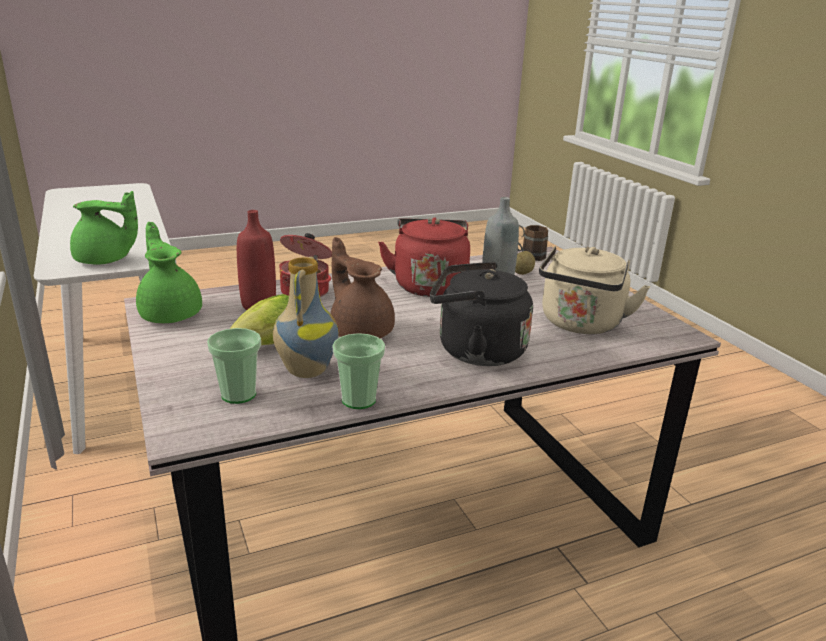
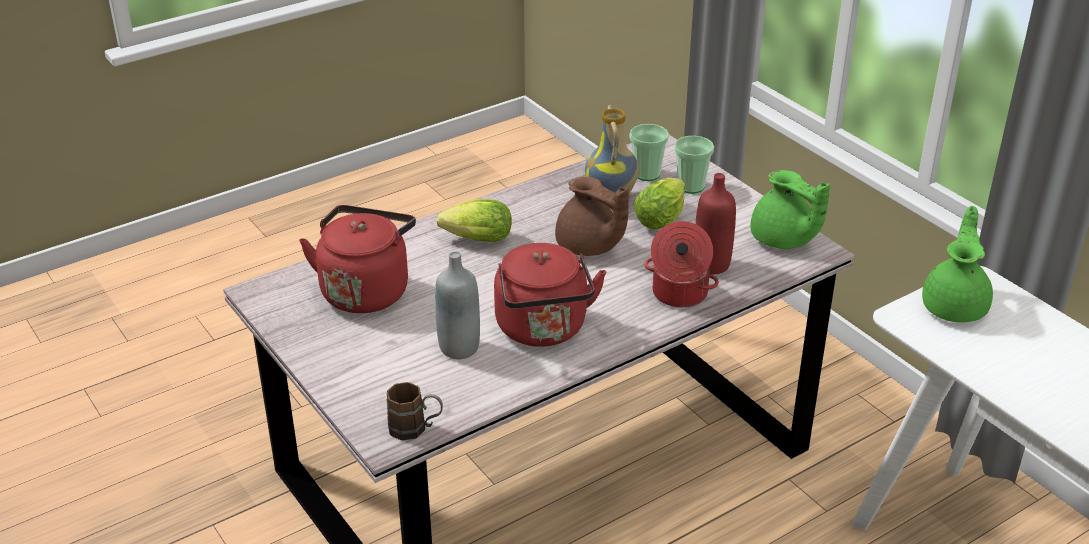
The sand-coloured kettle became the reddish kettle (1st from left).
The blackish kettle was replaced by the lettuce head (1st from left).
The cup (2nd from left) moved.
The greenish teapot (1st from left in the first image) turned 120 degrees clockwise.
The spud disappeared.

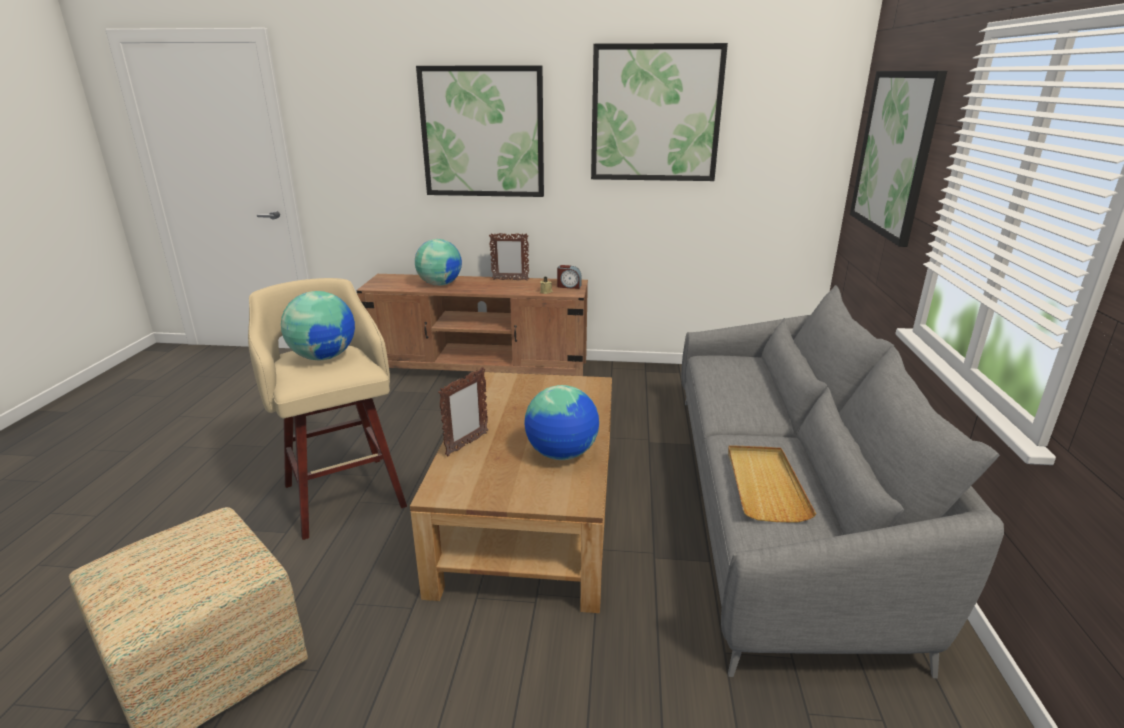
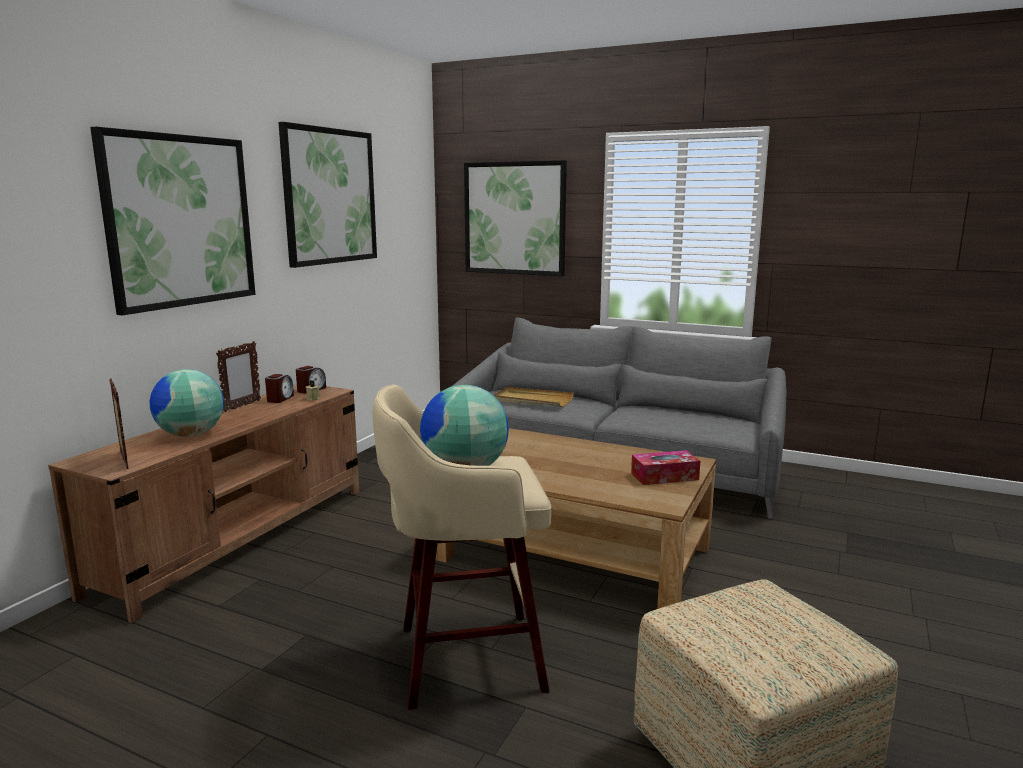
The photo frame (1st from left) moved.
The table clock (1st from left) appeared.
The sand-coloured carrying tray moved.
The box of tissues appeared.
The desk globe (3rd from left) disappeared.

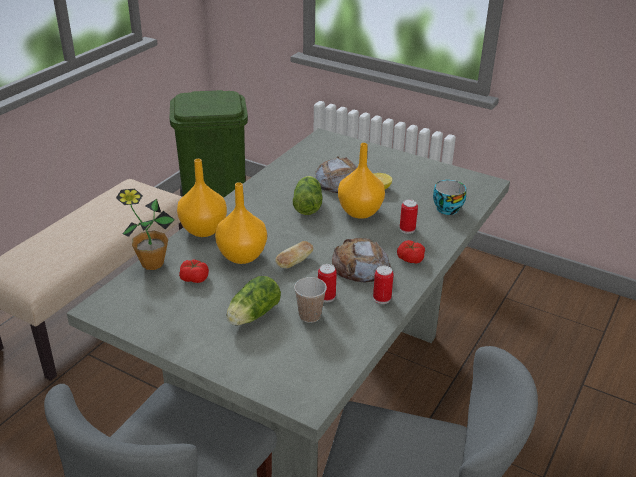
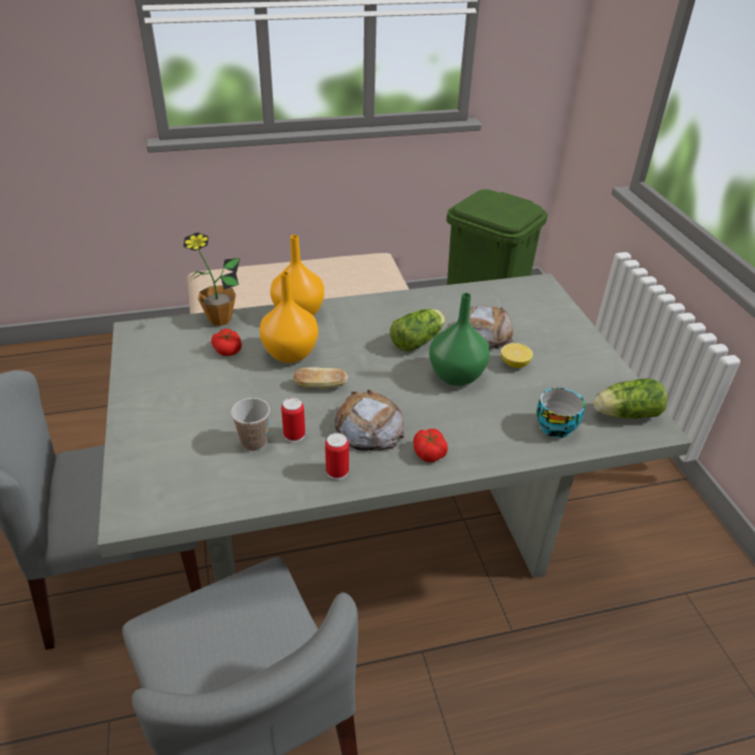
The orangey flower vase (3rd from left) became the greenish flower vase.
The lettuce head (1st from left in the first image) moved.
The sealed can (3rd from left) disappeared.

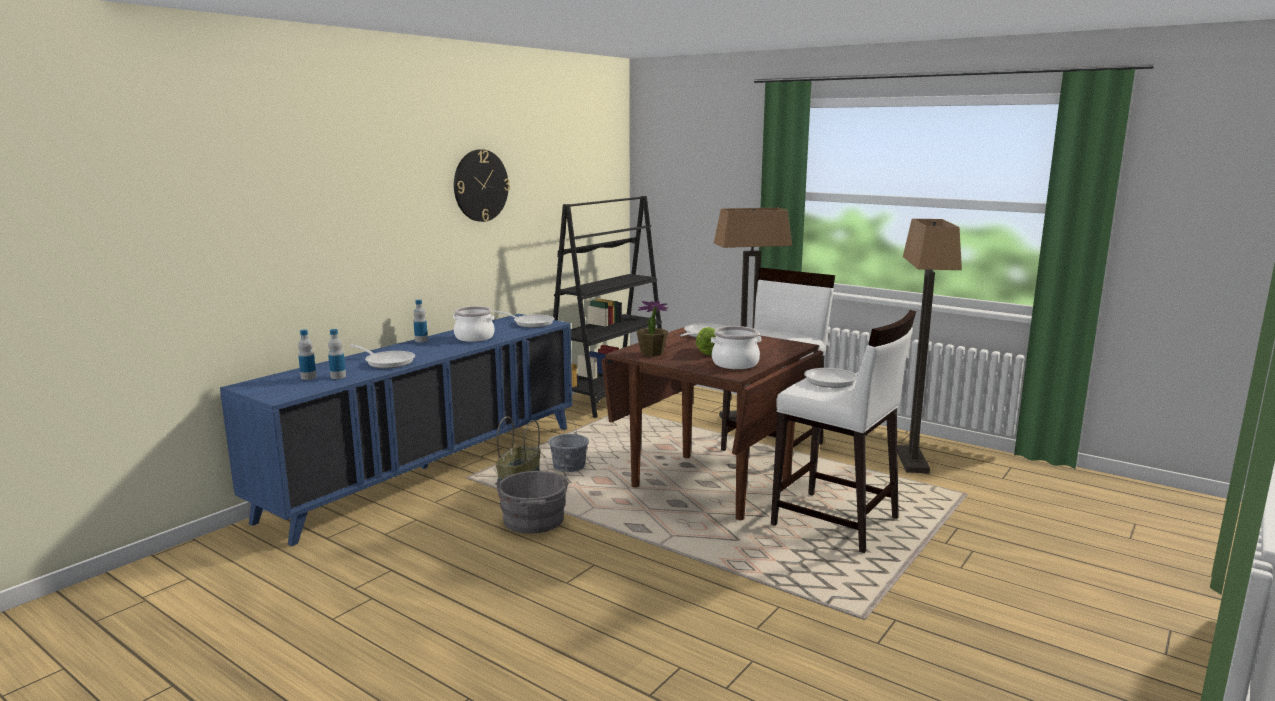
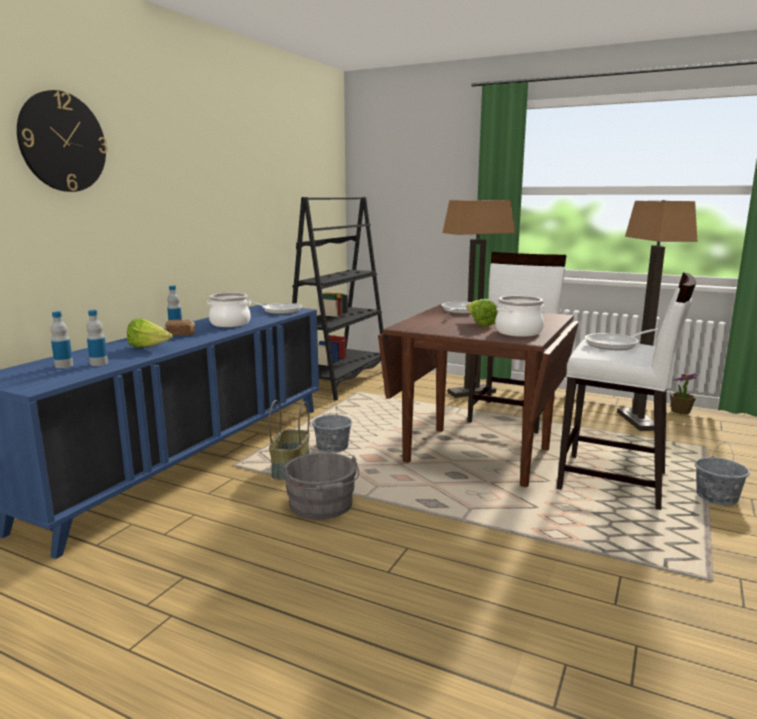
The clock on the wall moved.
The pan (1st from left) was replaced by the lettuce head (1st from left).
The bakery bread appeared.
The plant in a pot moved.
The grey pail (3rd from left) appeared.

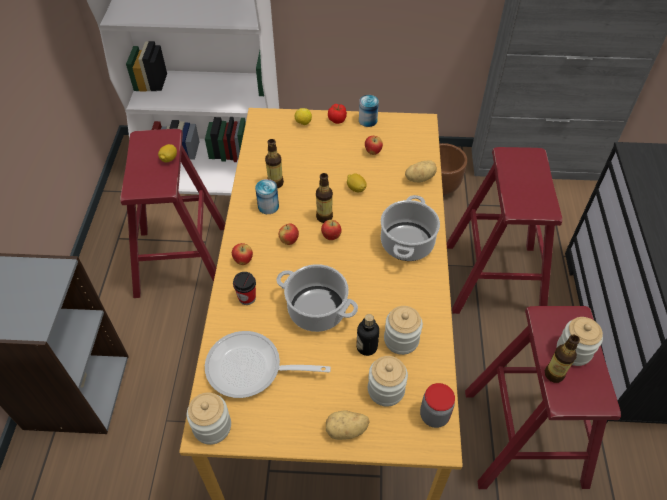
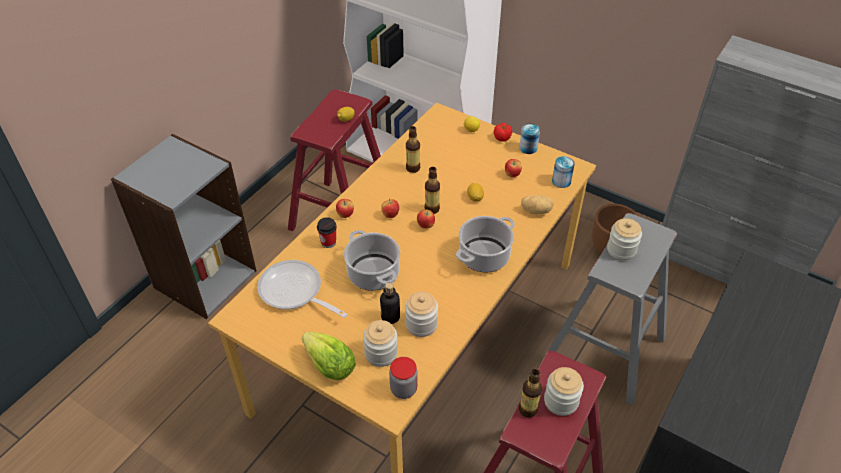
The spud (1st from left) was replaced by the lettuce head.
The reddish sitting stool (2nd from left) became the grey sitting stool.
The sealed can (1st from left in the first image) moved.
The jar (1st from left in the first image) moved.

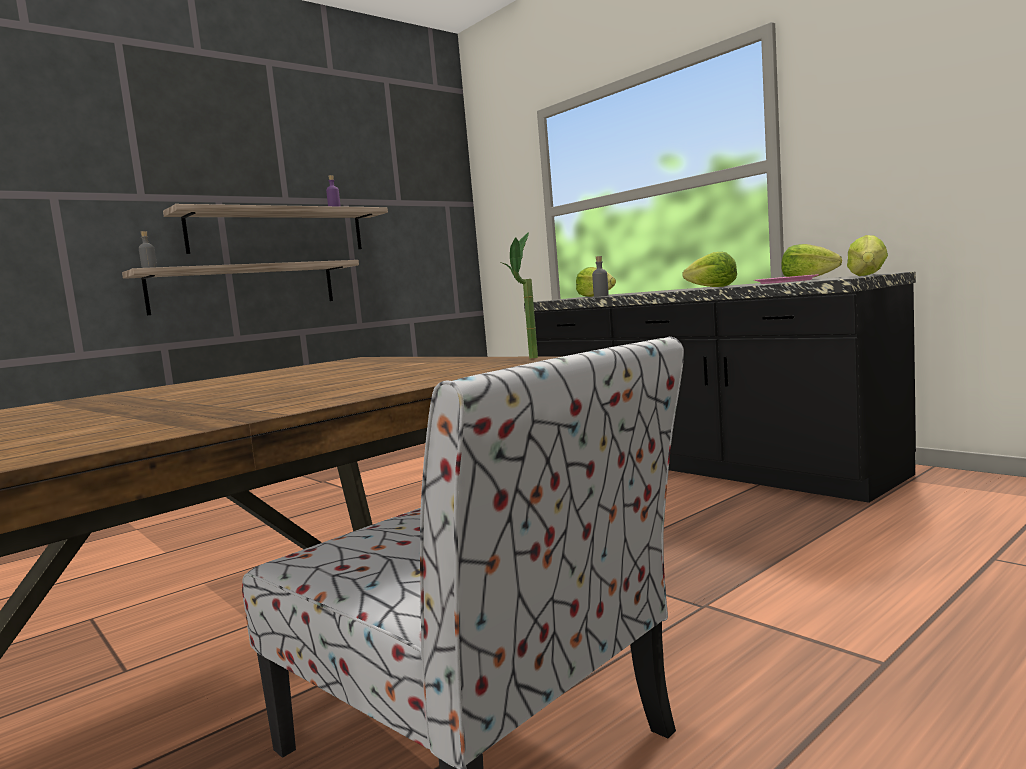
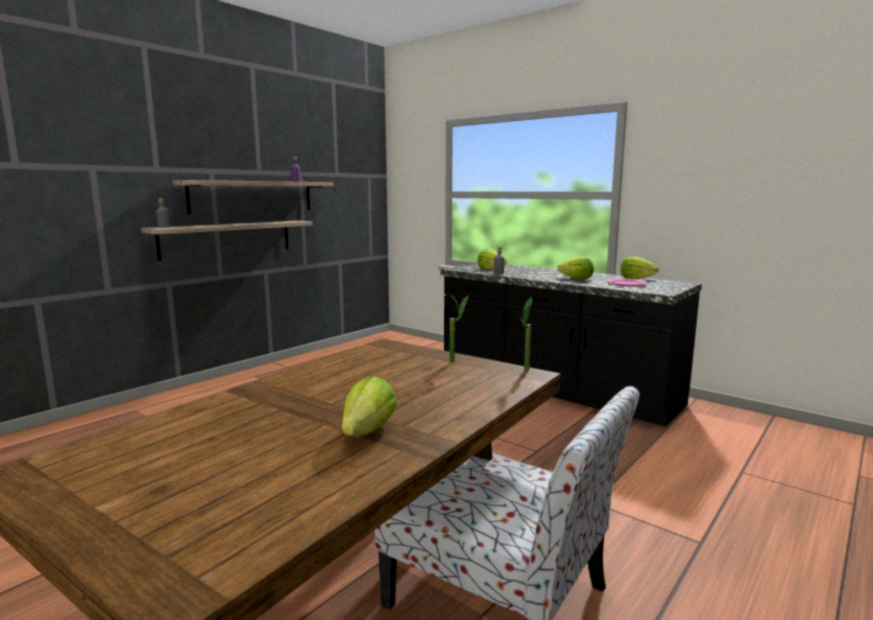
The lettuce head (4th from left in the first image) moved.
The plant in a pot (1st from left) appeared.

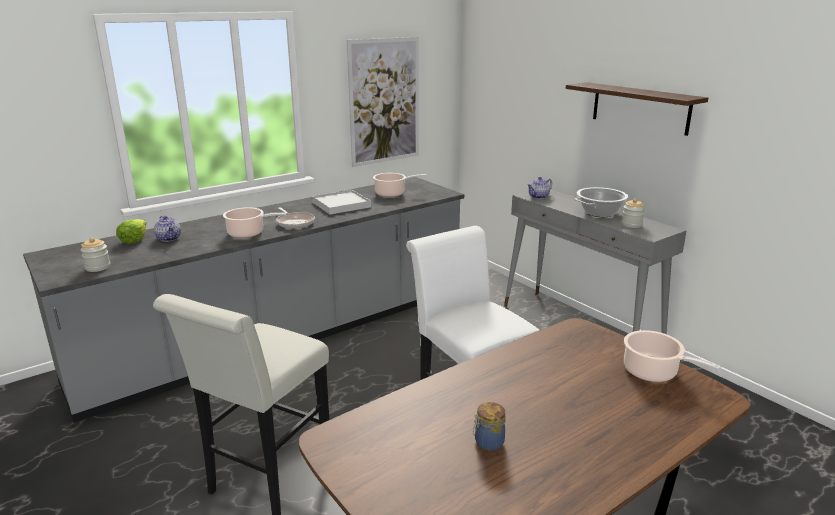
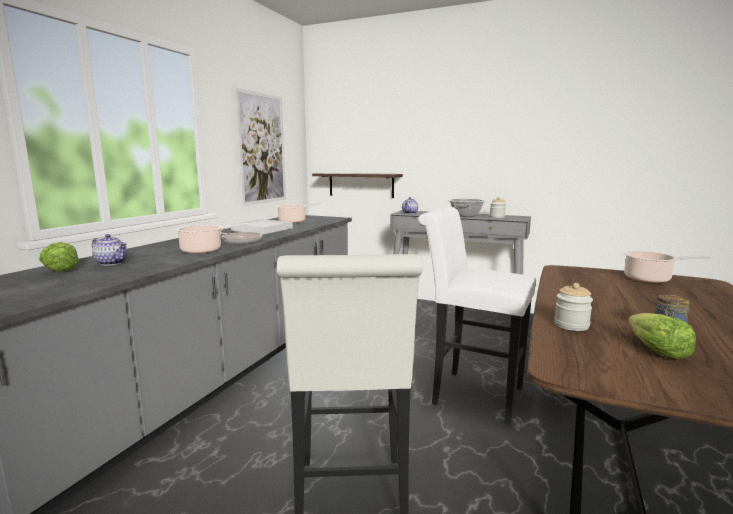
The wall shelf moved.
The jar (1st from left in the first image) moved.
The lettuce head (2nd from left) appeared.

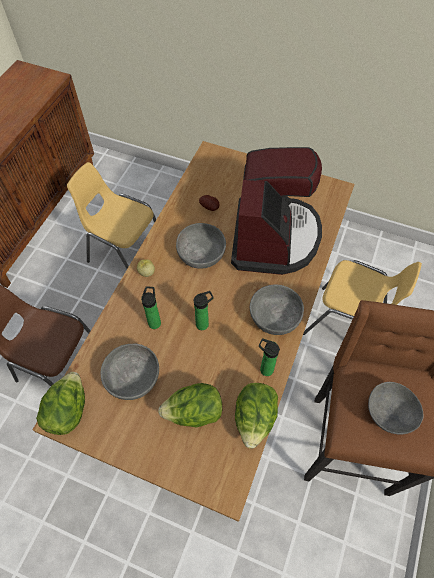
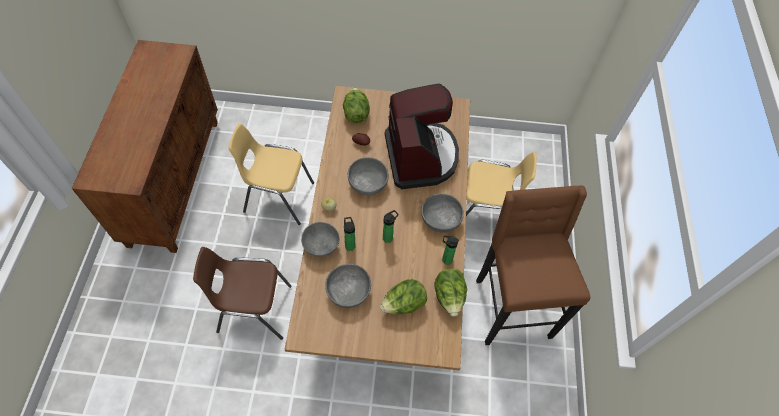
The grey bowl (4th from left in the first image) moved.
The lettuce head (1st from left) moved.

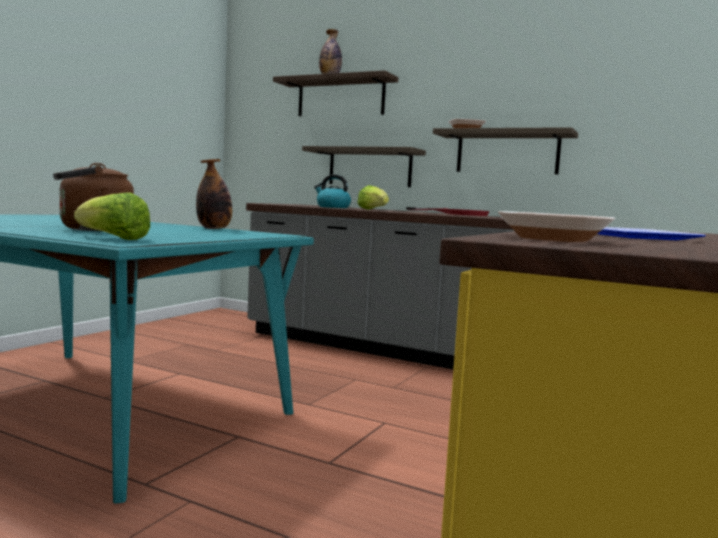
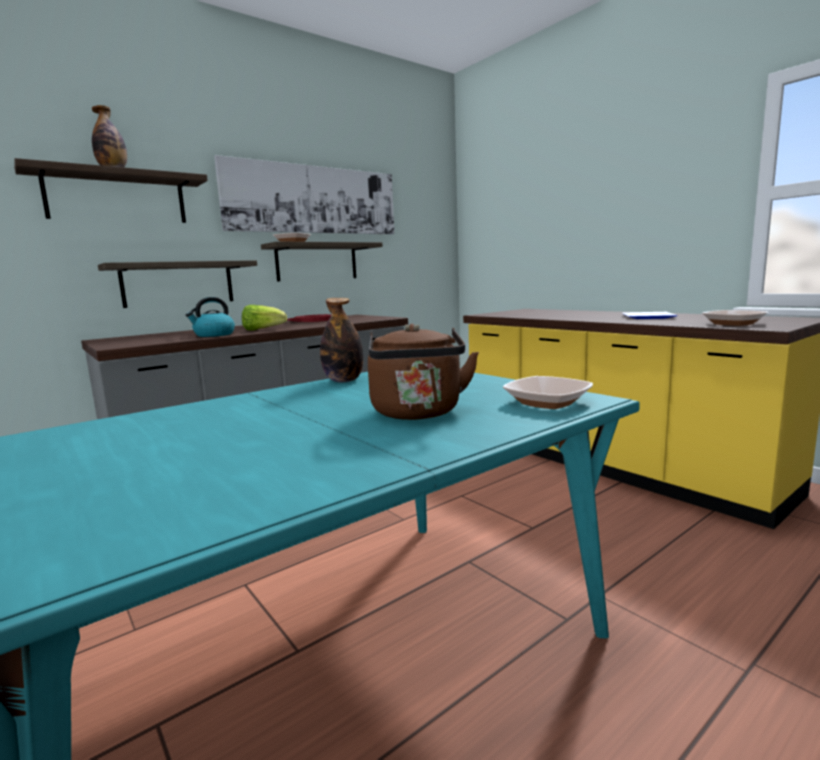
The wall picture appeared.
The lettuce head (1st from left) was replaced by the bowl (2nd from left).

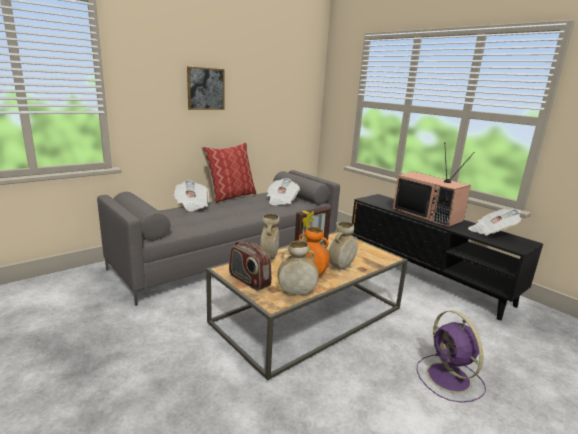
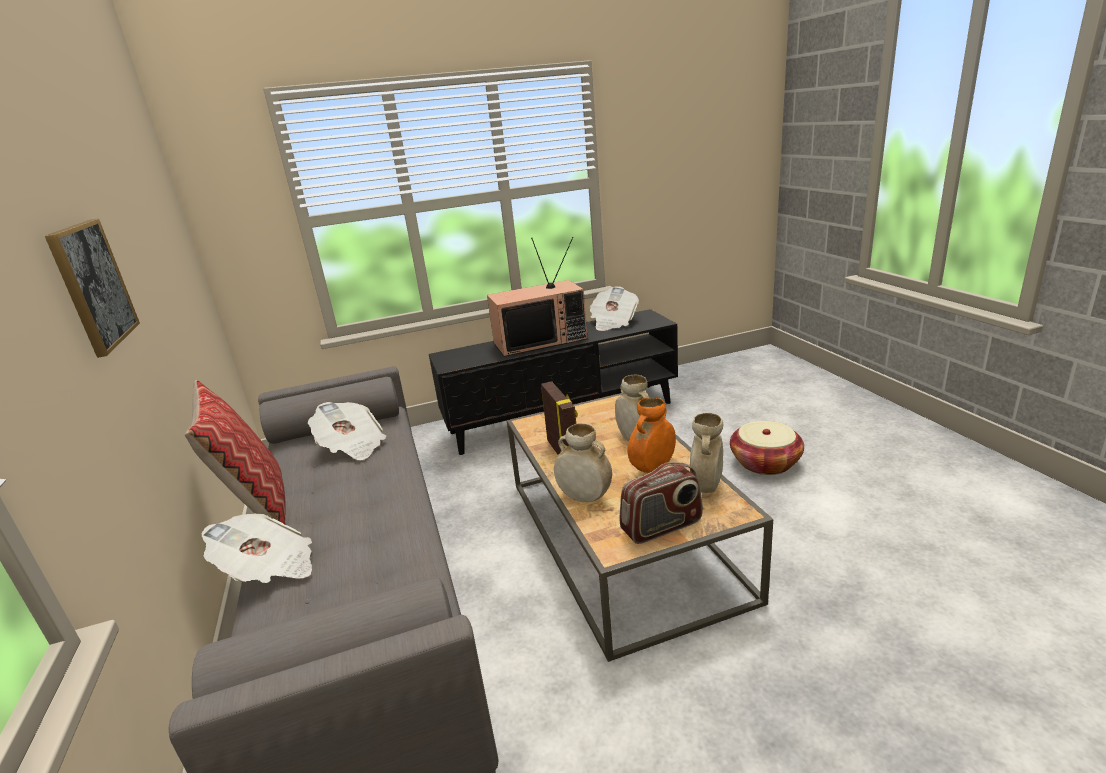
The purplish fan was replaced by the household basket.

